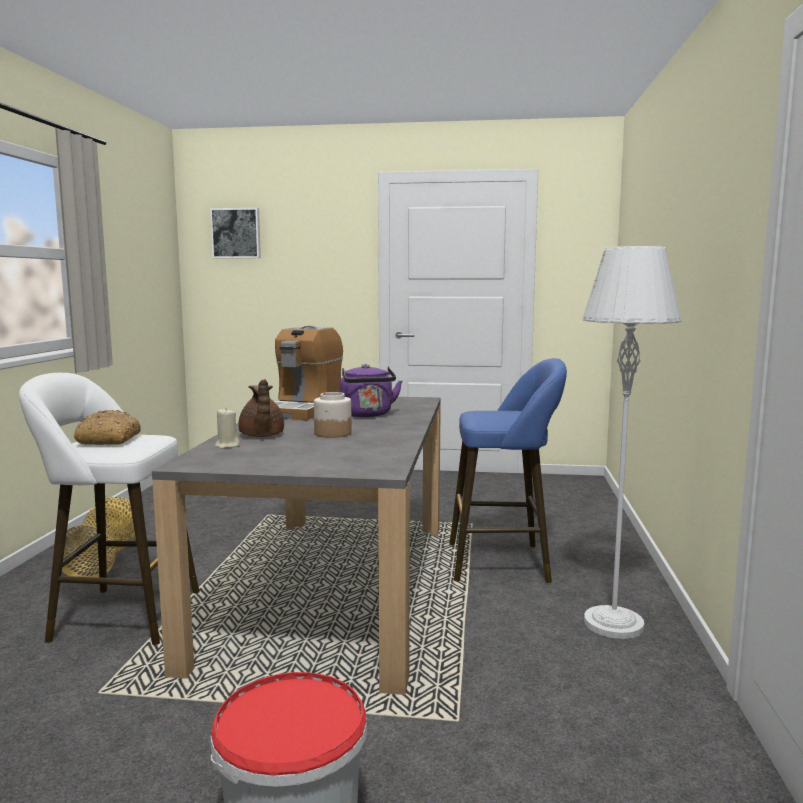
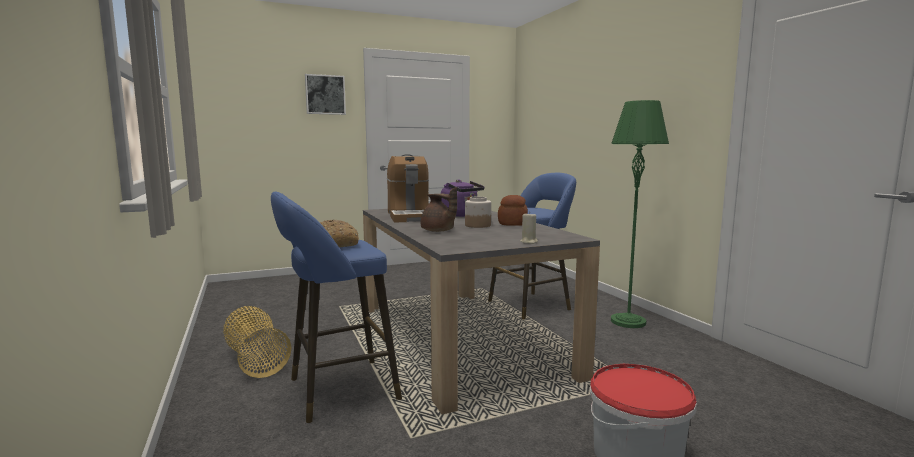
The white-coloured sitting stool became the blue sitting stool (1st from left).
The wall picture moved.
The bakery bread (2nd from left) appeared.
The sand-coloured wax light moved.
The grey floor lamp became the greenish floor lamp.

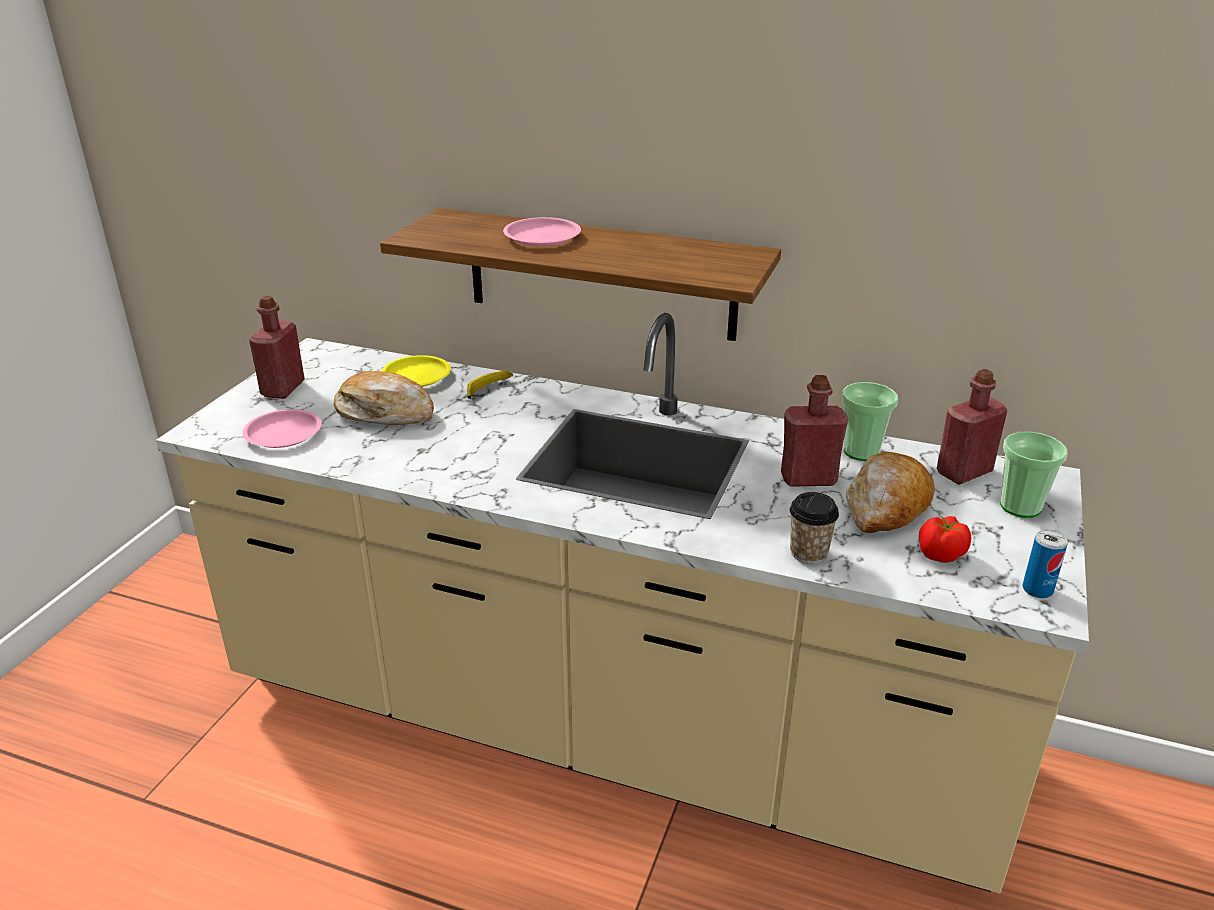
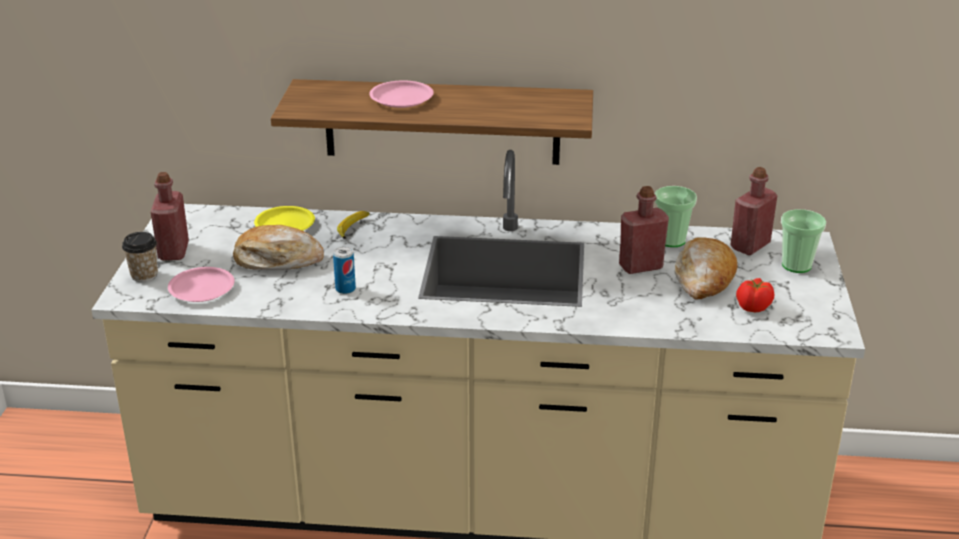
The cup (1st from left) moved.
The sealed can moved.

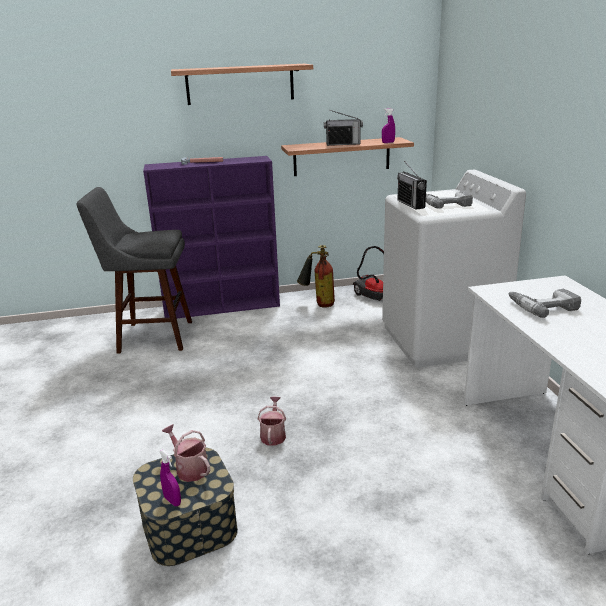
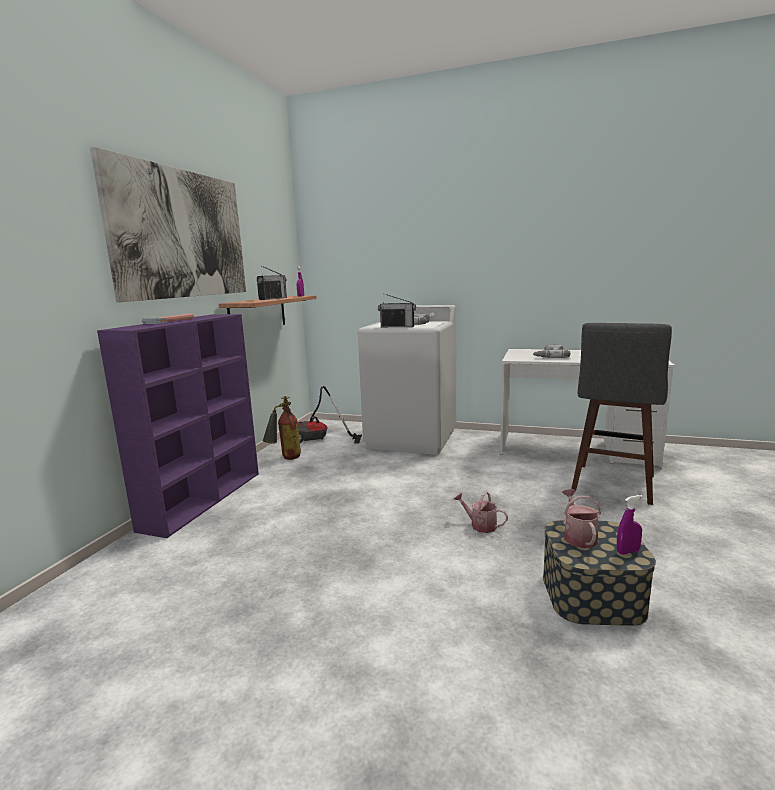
The wall shelf (1st from left) was replaced by the wall picture.
The watering can (1st from left in the first image) turned 105 degrees clockwise.
The grey sitting stool moved.

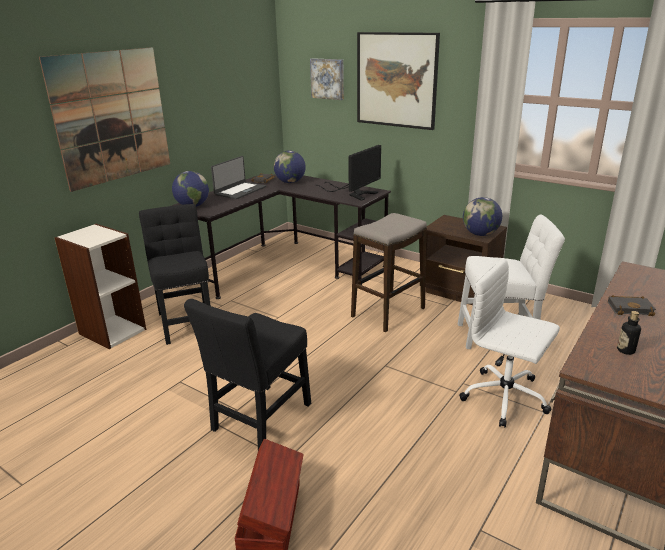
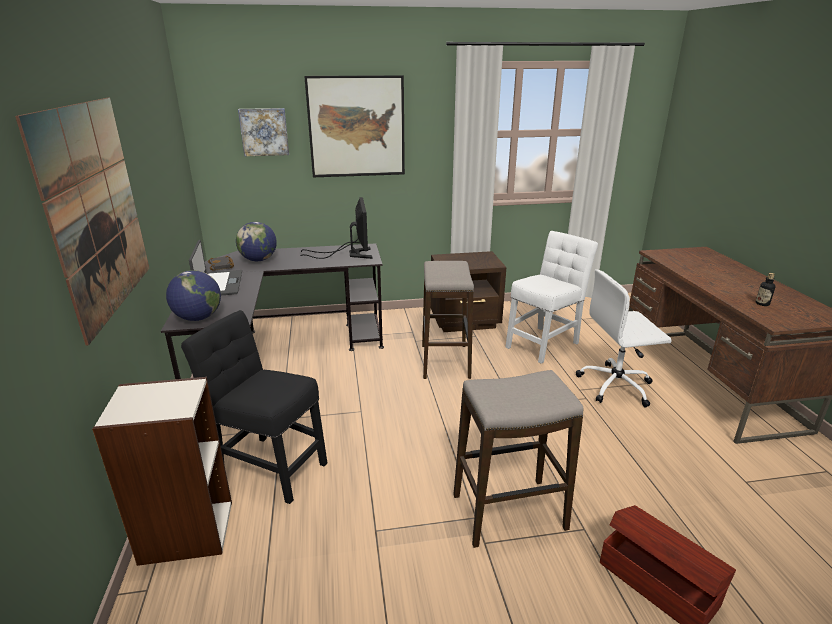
The blackish plain chair (2nd from left) was replaced by the sitting stool (2nd from left).
The desk globe (3rd from left) disappeared.
The blackish book (2nd from left) disappeared.

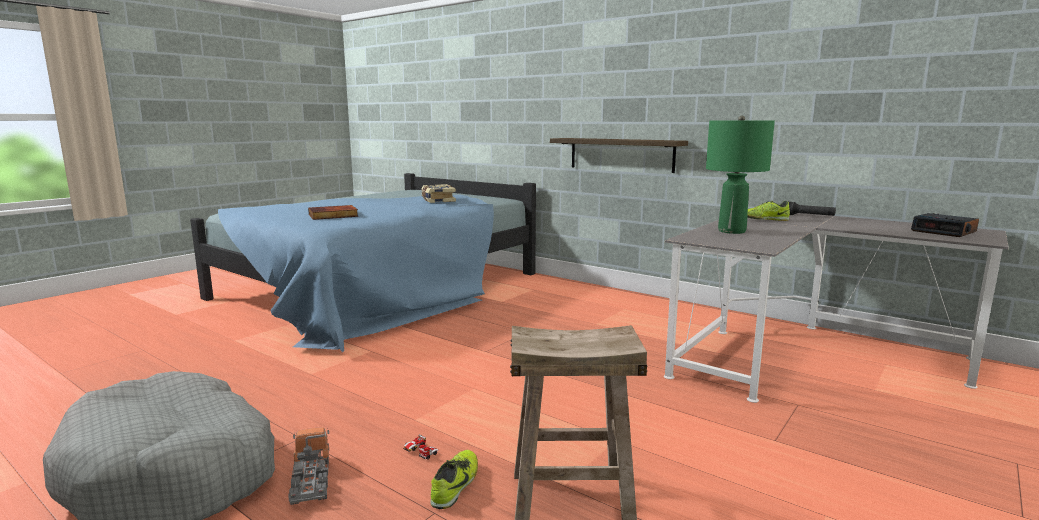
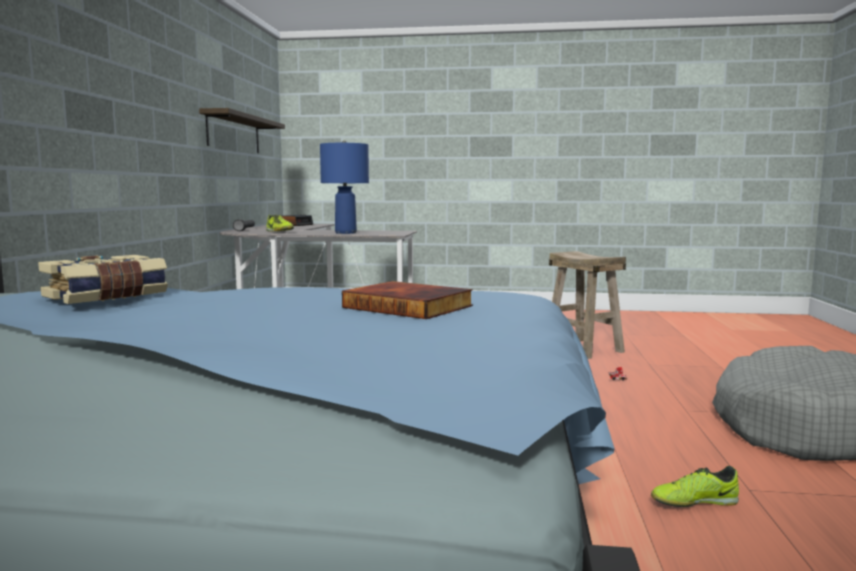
The wall shelf moved.
The greenish table lamp became the blue table lamp.
The low shoe (1st from left in the first image) moved.
The toy truck disappeared.

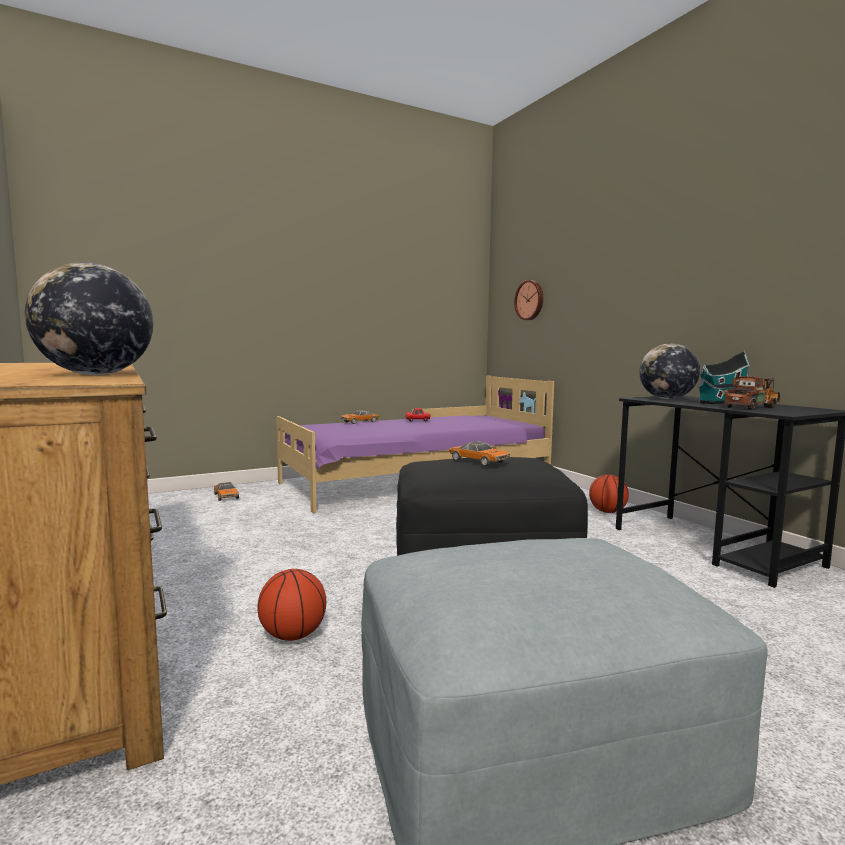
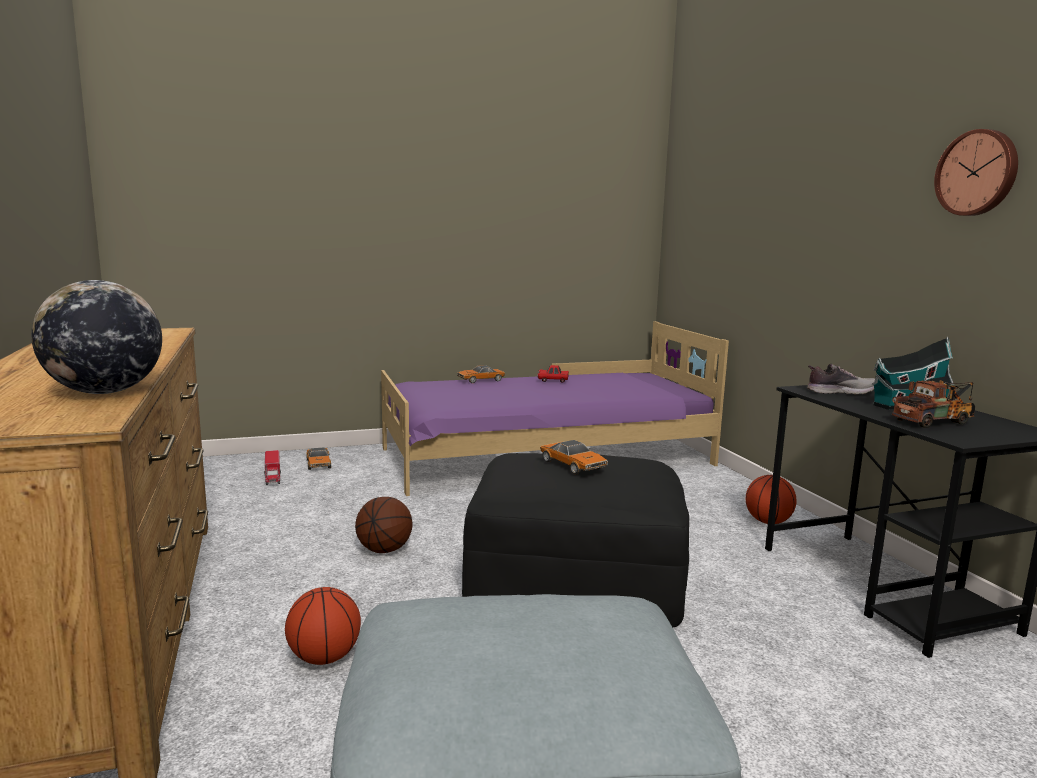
The toy truck (1st from left) appeared.
The ball for basketball (2nd from left) appeared.
The desk globe (2nd from left) was replaced by the low shoe.
The clock on the wall moved.

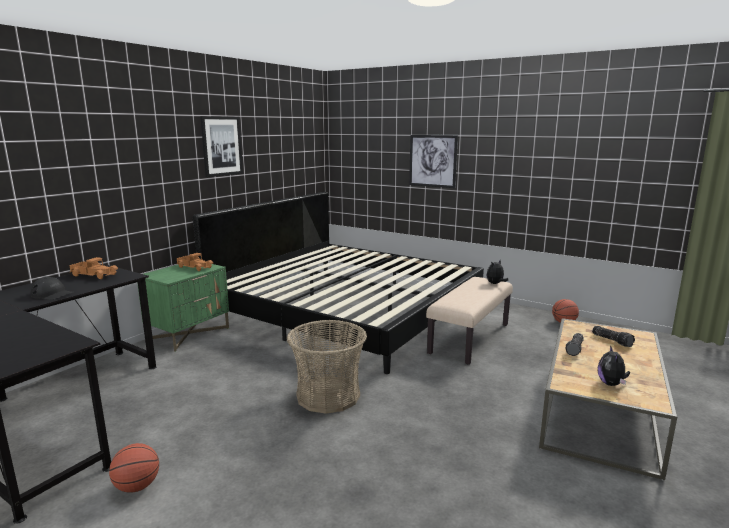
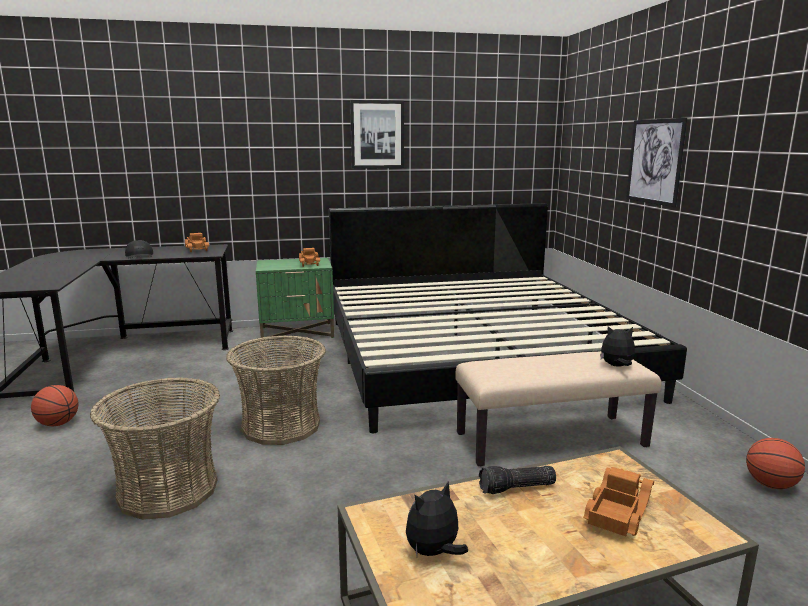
The household basket (1st from left) appeared.
The flashlight (2nd from left) was replaced by the toy truck (3rd from left).

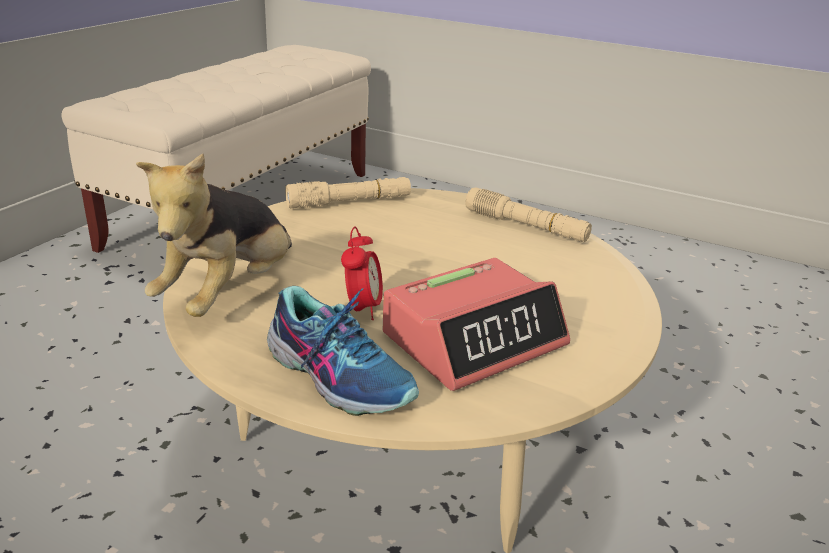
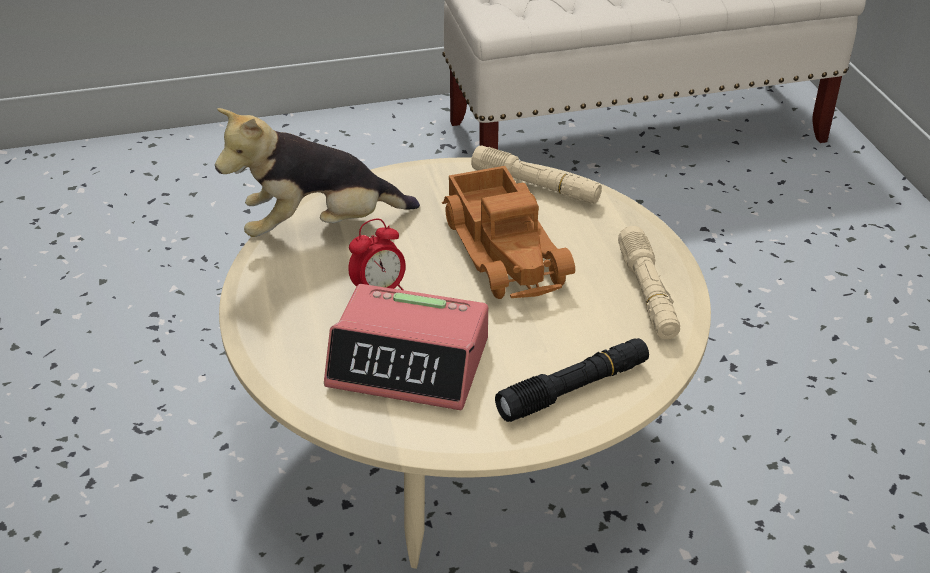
The toy truck appeared.
The blackish flashlight appeared.
The low shoe disappeared.

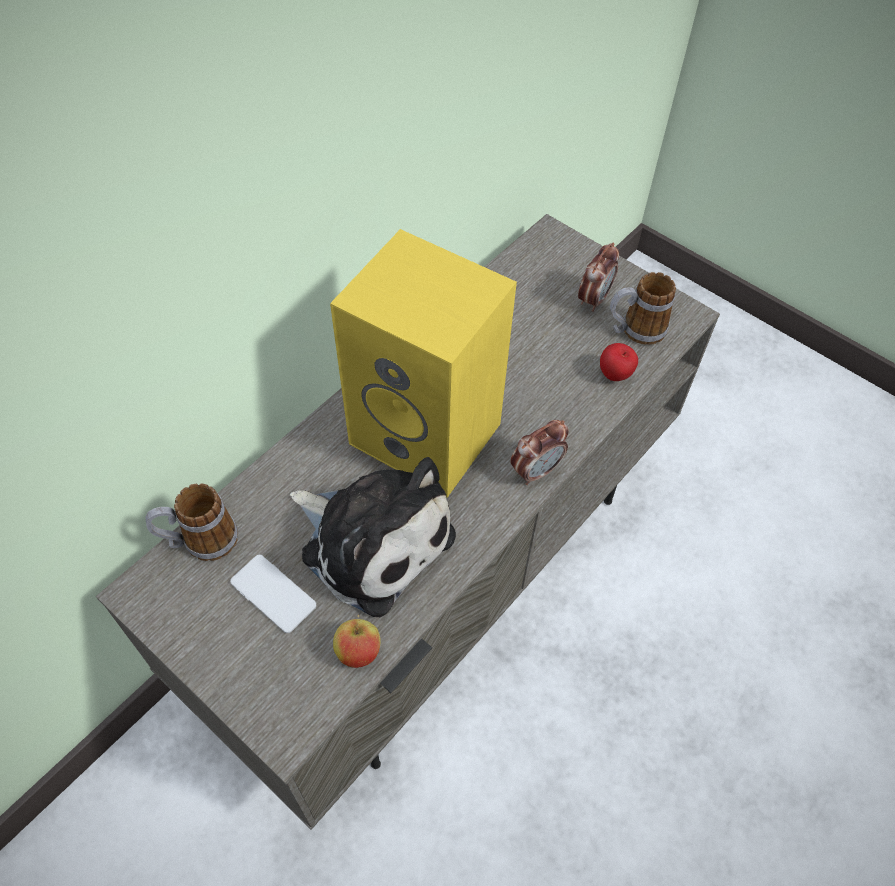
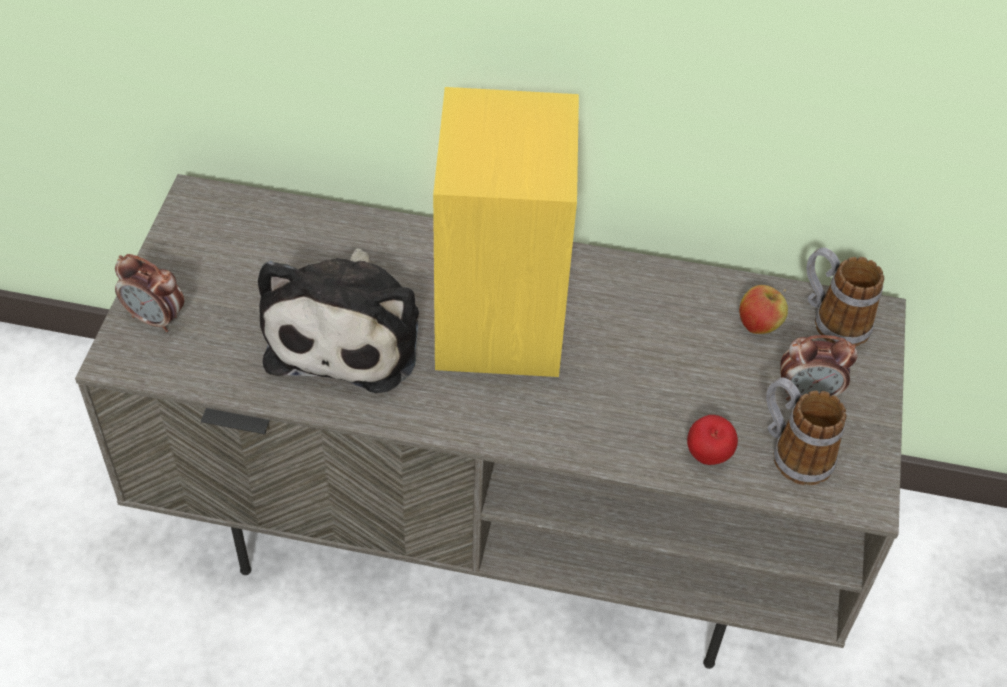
The table clock (1st from left) moved.
The whole apple (1st from left in the first image) moved.
The coffee mug (1st from left in the first image) moved.
The telephone disappeared.

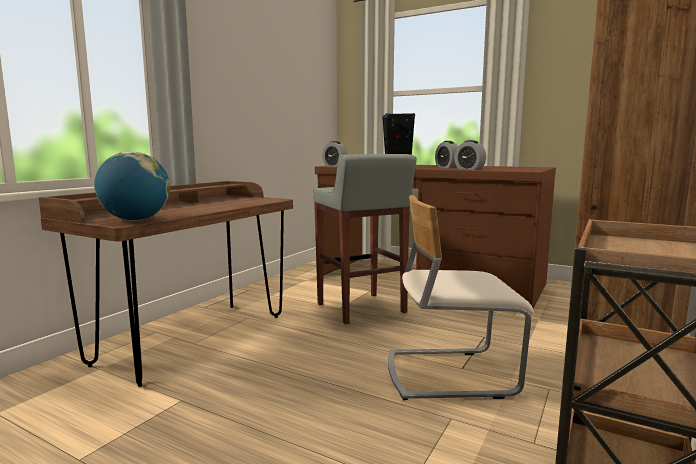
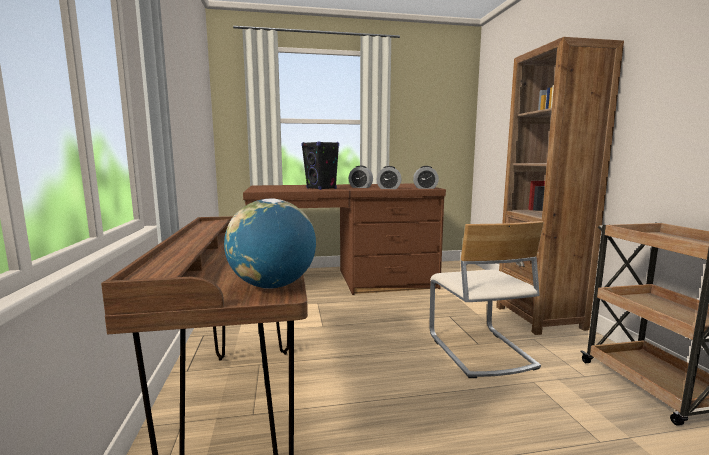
The table clock (1st from left in the first image) moved.
The sand-coloured plain chair turned 60 degrees counterclockwise.
The grey sitting stool disappeared.

